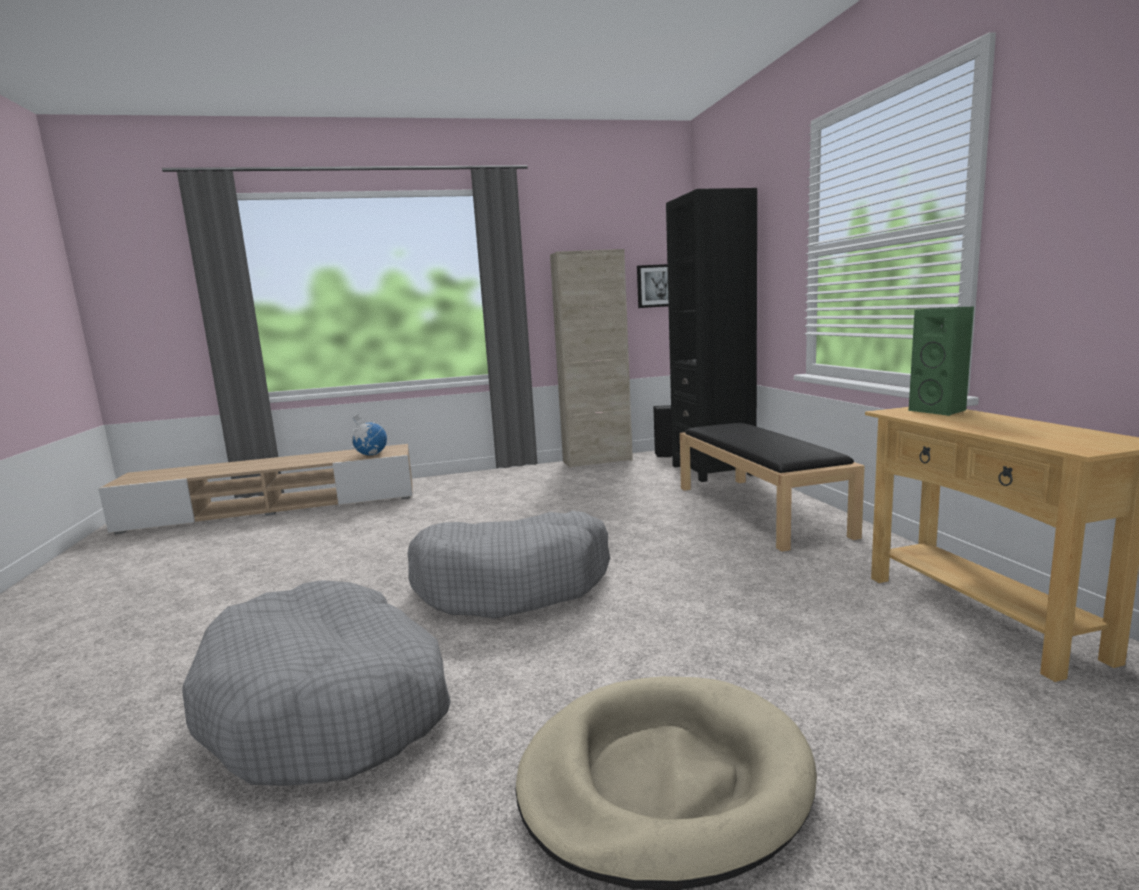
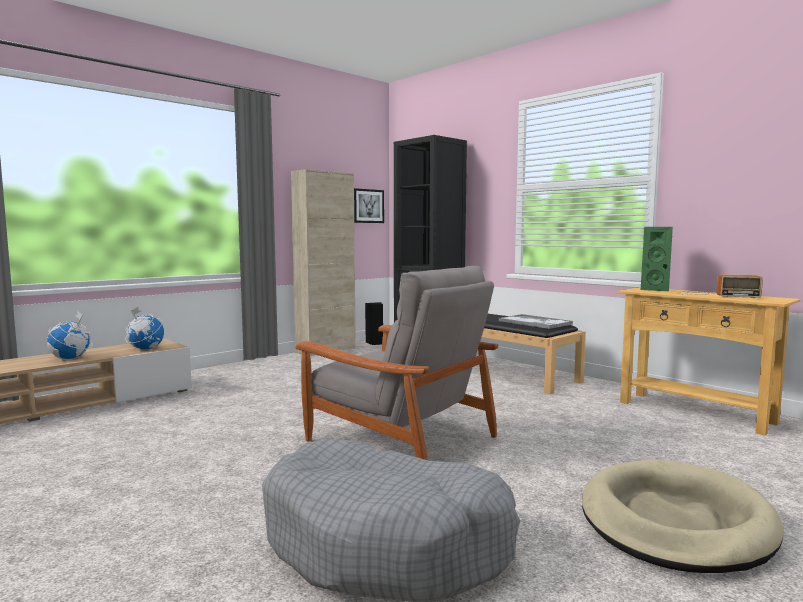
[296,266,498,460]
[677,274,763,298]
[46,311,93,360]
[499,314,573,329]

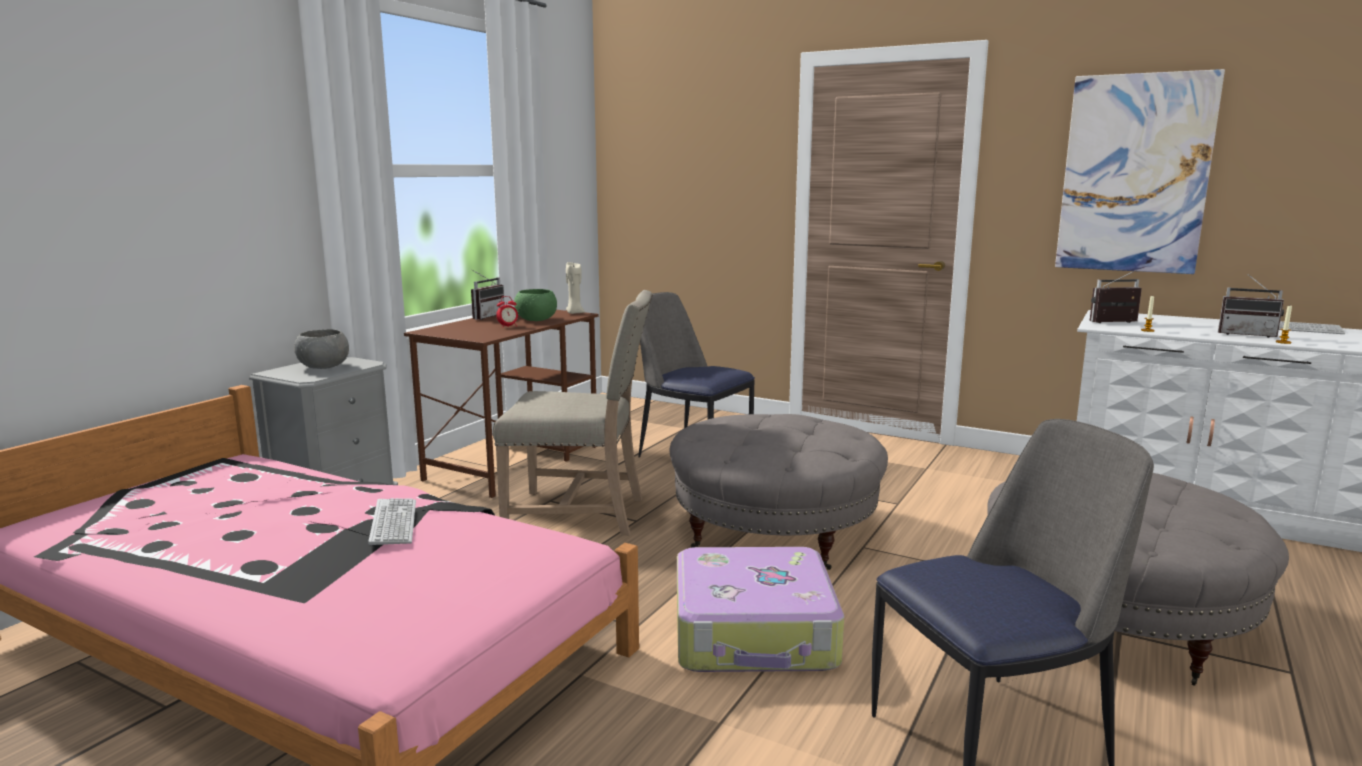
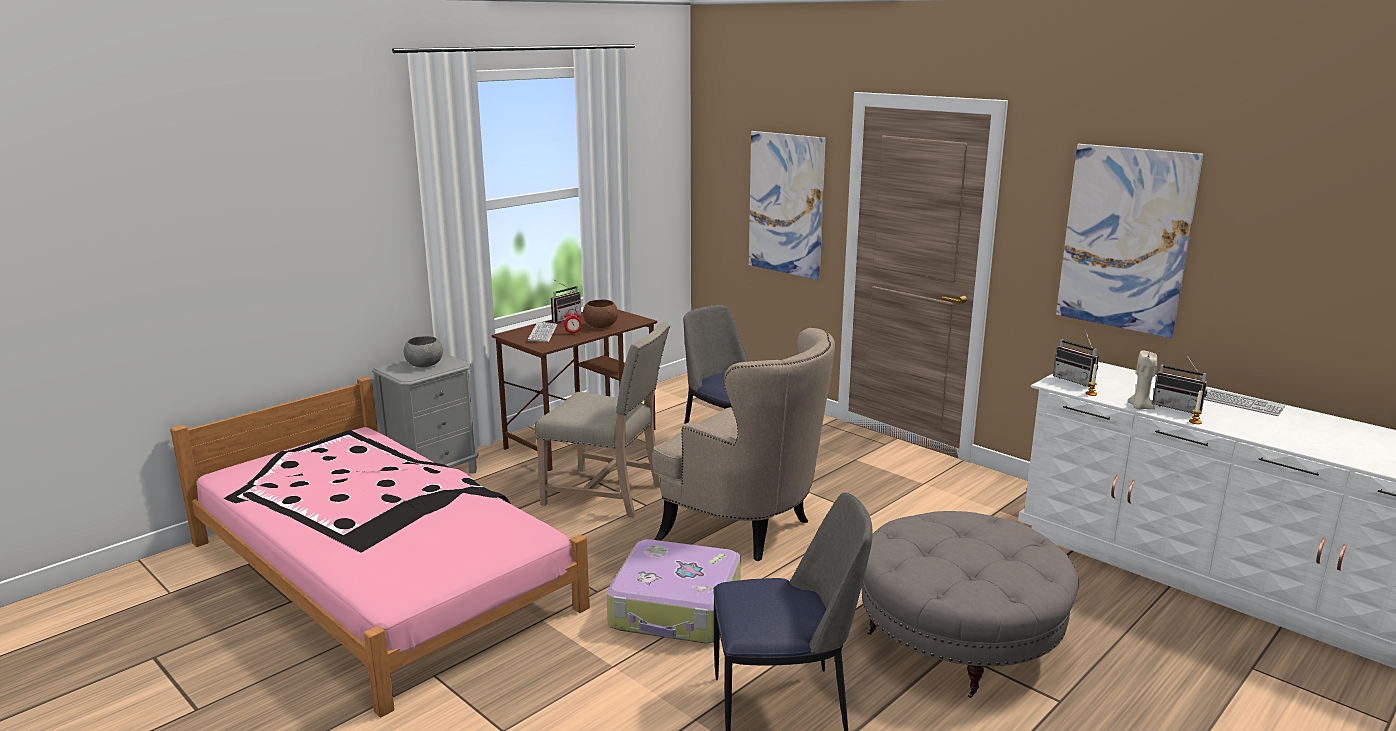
[1127,350,1157,410]
[1053,330,1099,387]
[583,299,618,328]
[653,328,835,561]
[528,322,557,342]
[749,131,826,280]

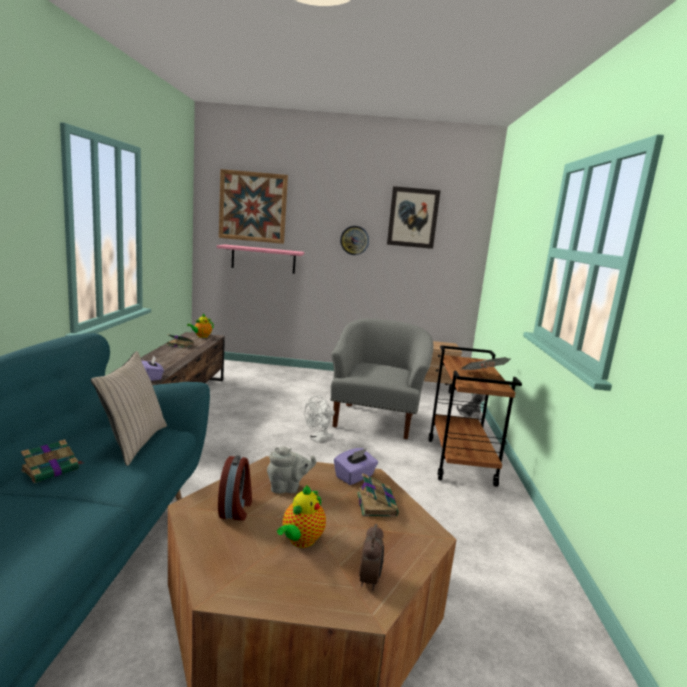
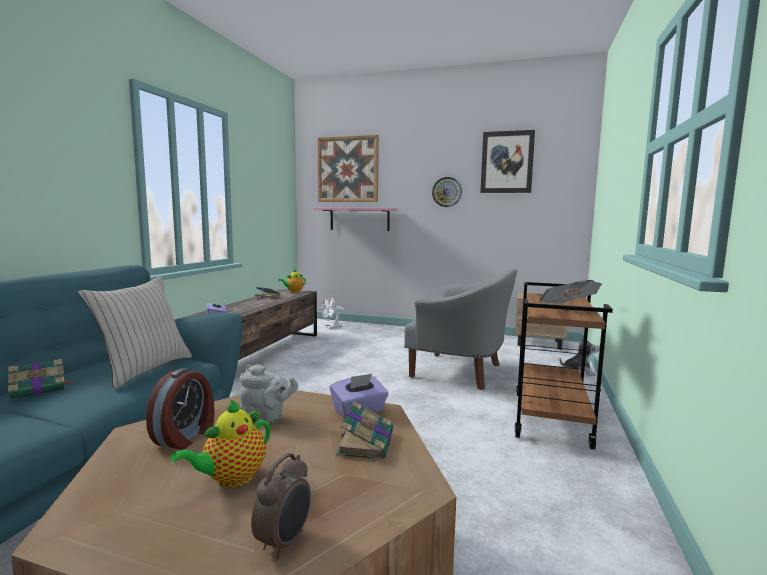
[404,269,517,390]
[321,296,344,329]

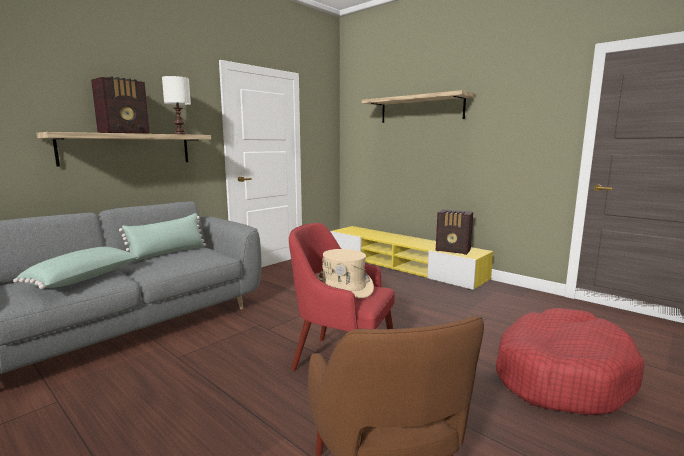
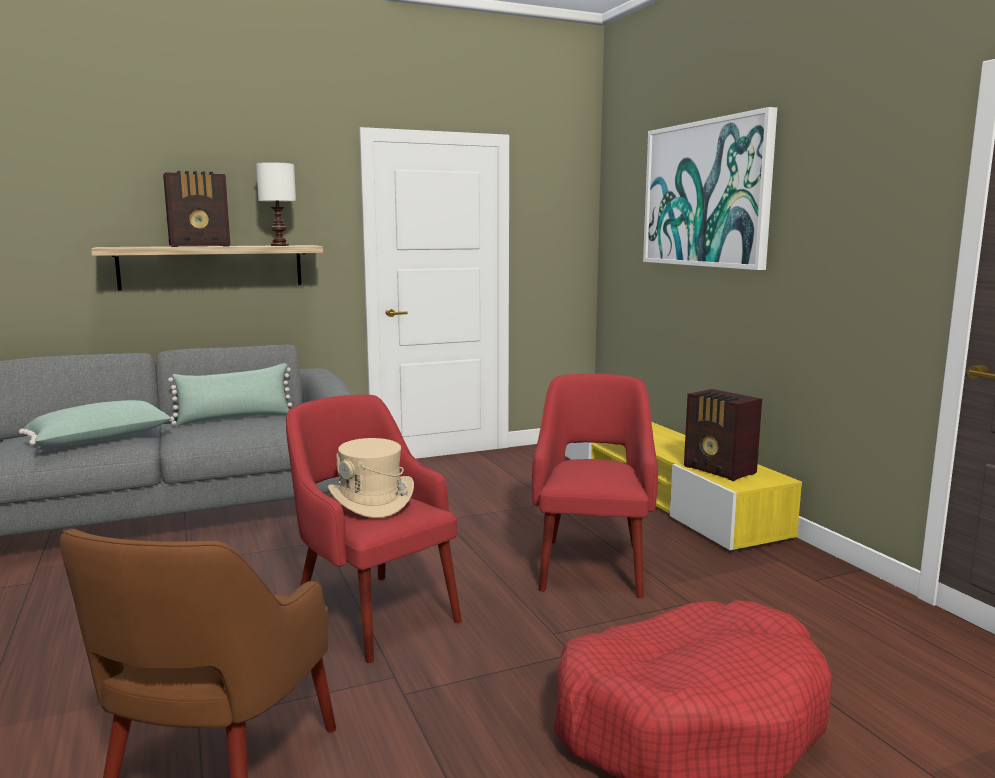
[643,107,777,270]
[532,374,658,598]

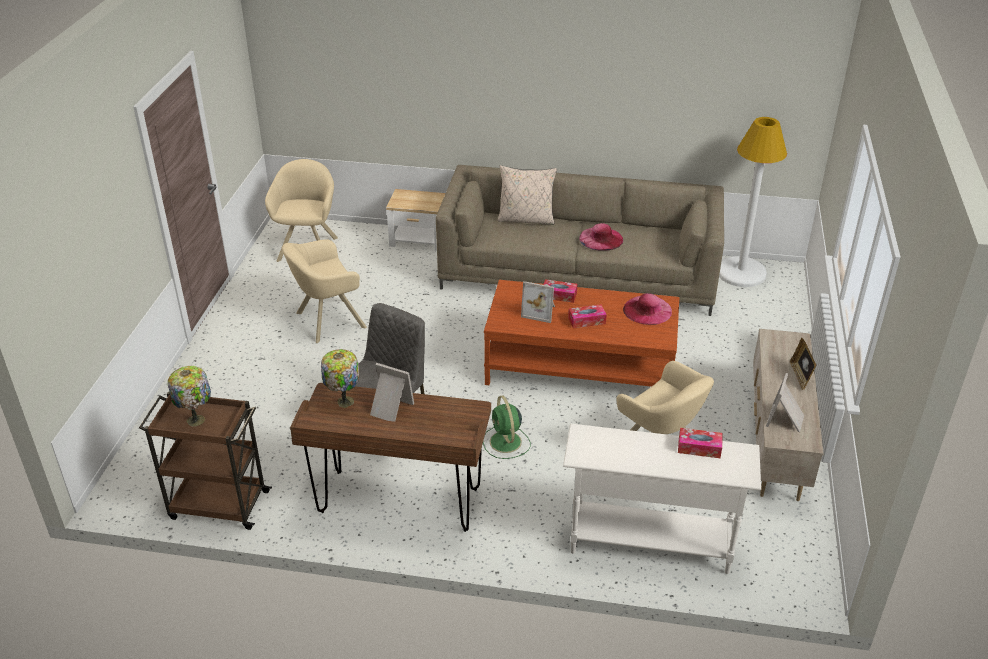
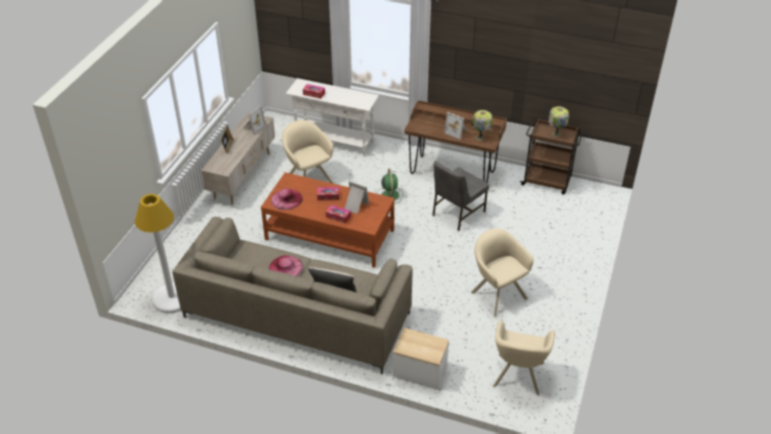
[471,229,533,317]

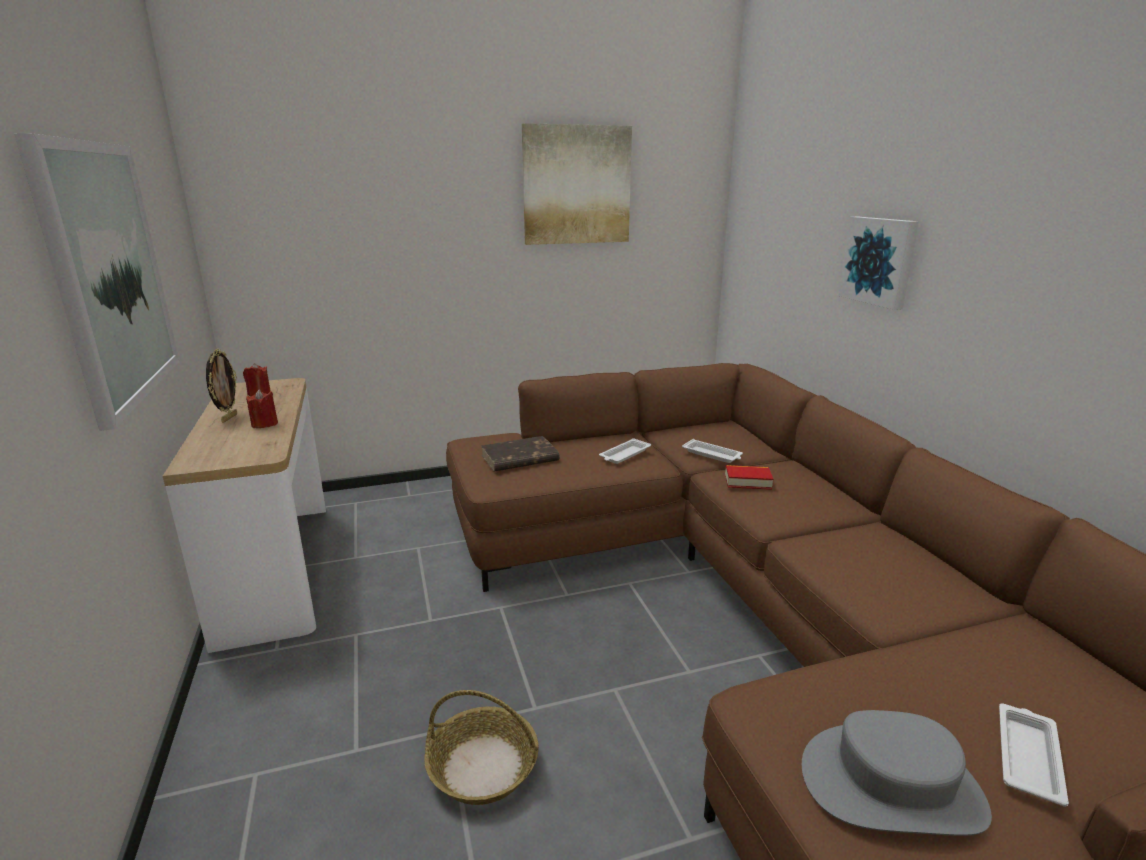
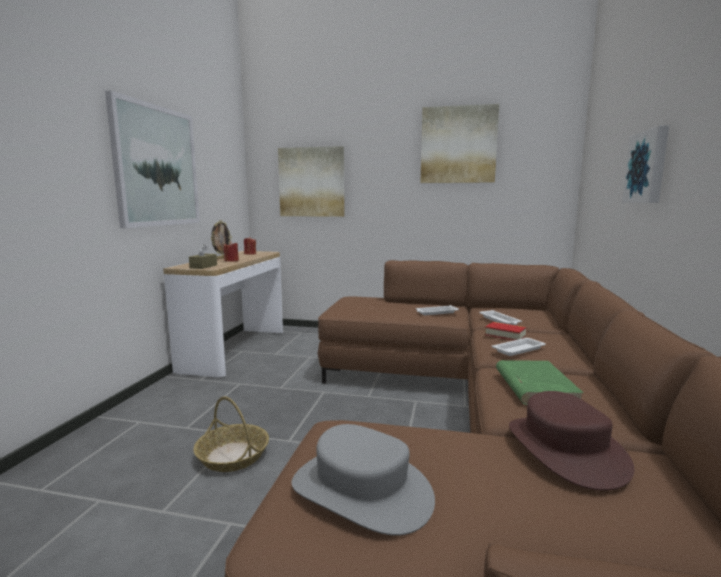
[481,436,560,472] (first image)
[492,338,546,356]
[278,146,345,217]
[189,244,217,269]
[496,360,583,405]
[509,391,634,491]

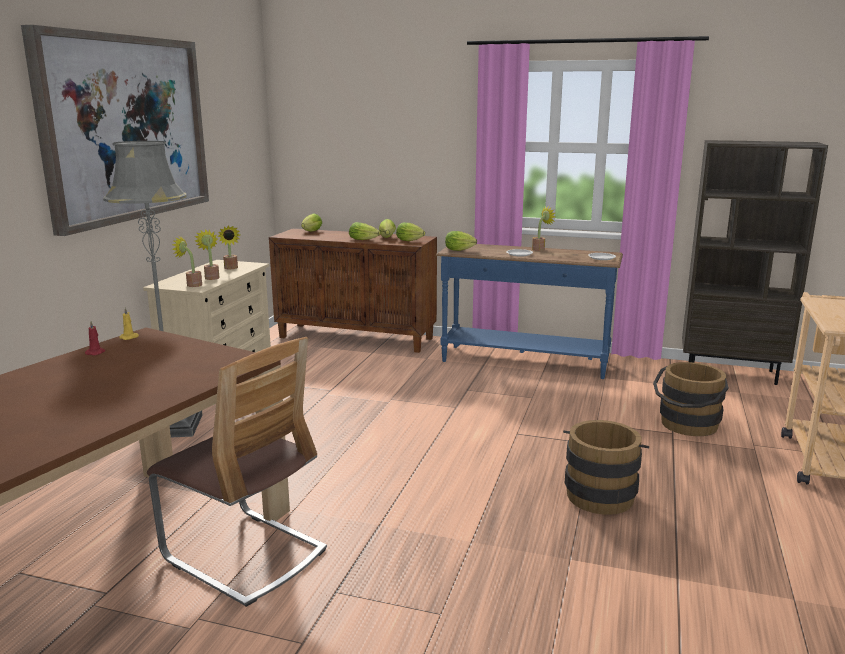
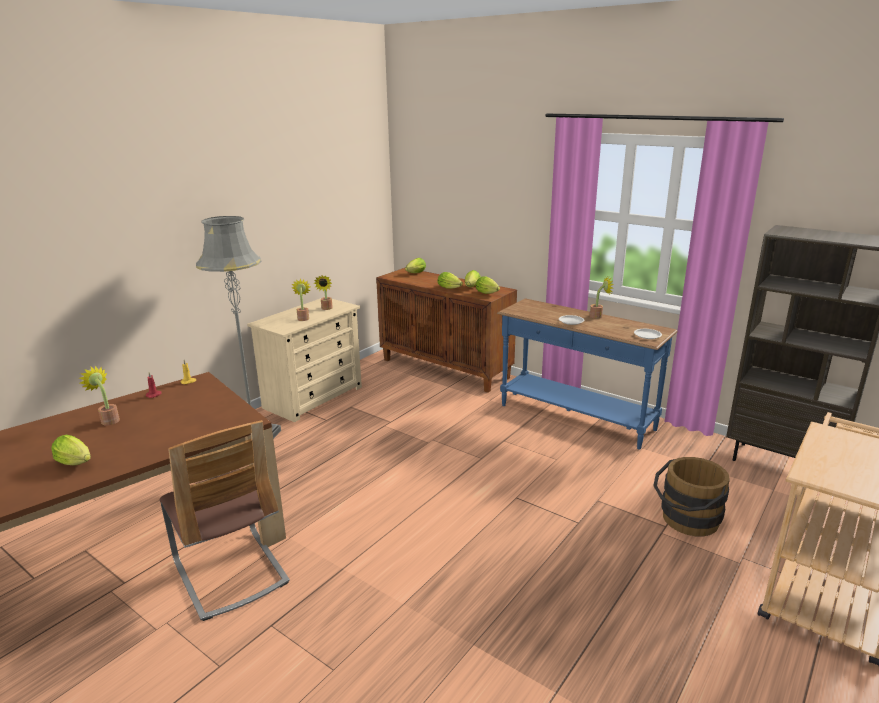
[21,25,209,236] (first image)
[51,435,91,466]
[79,366,120,426]
[563,420,649,515] (first image)

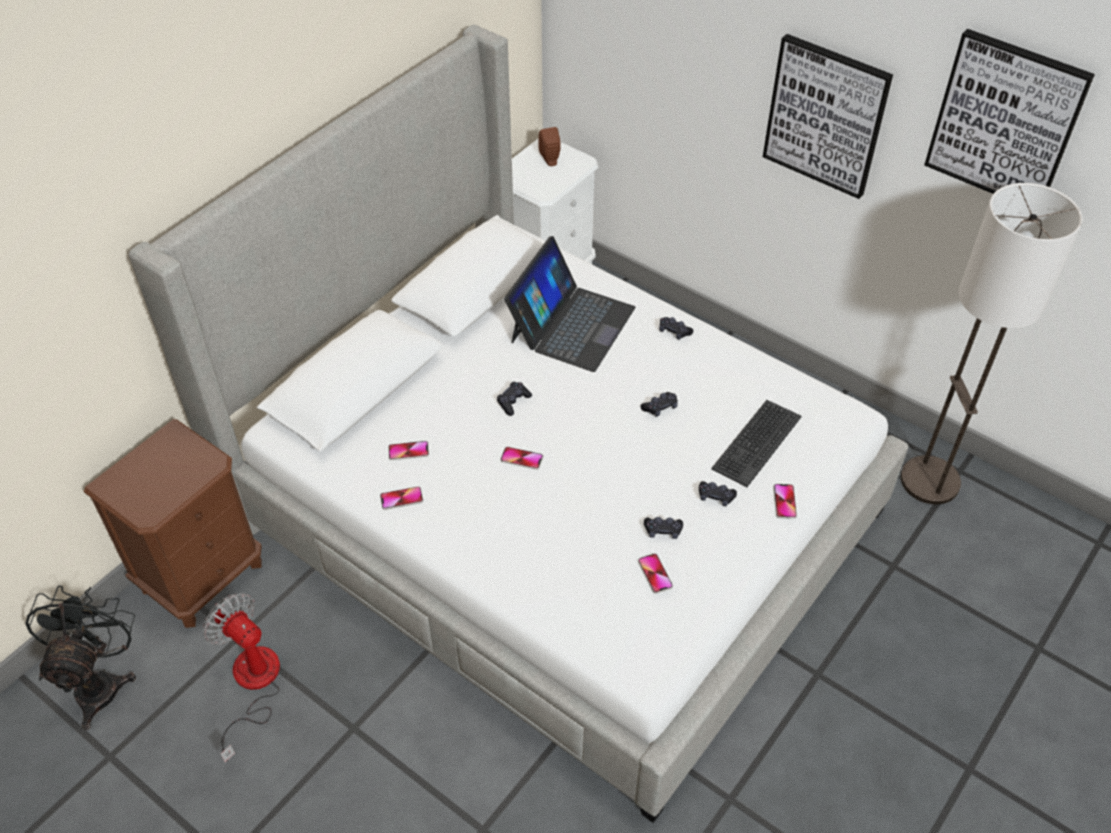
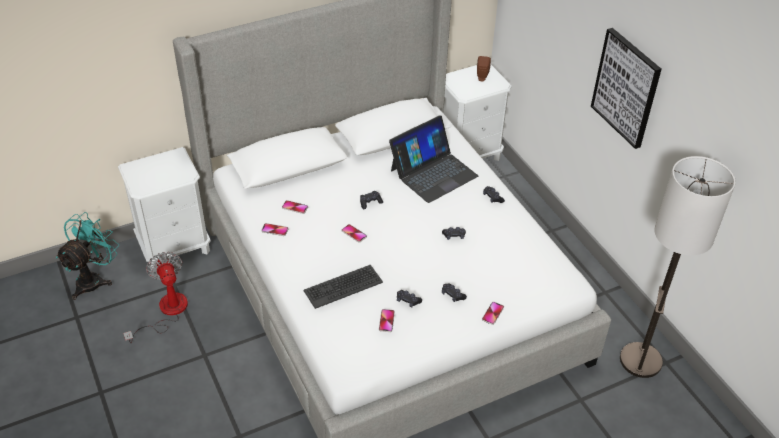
[924,29,1095,194] (first image)
[303,265,383,309]
[118,147,211,270]
[56,212,119,300]

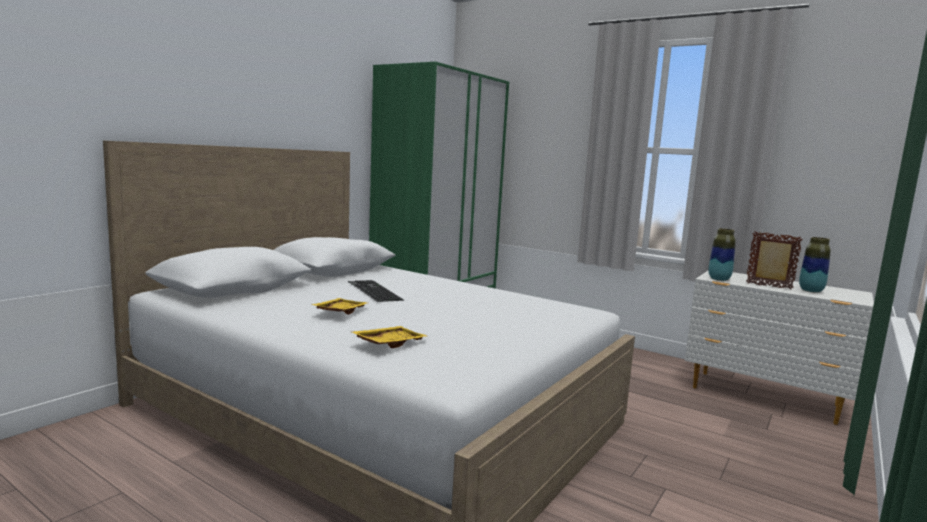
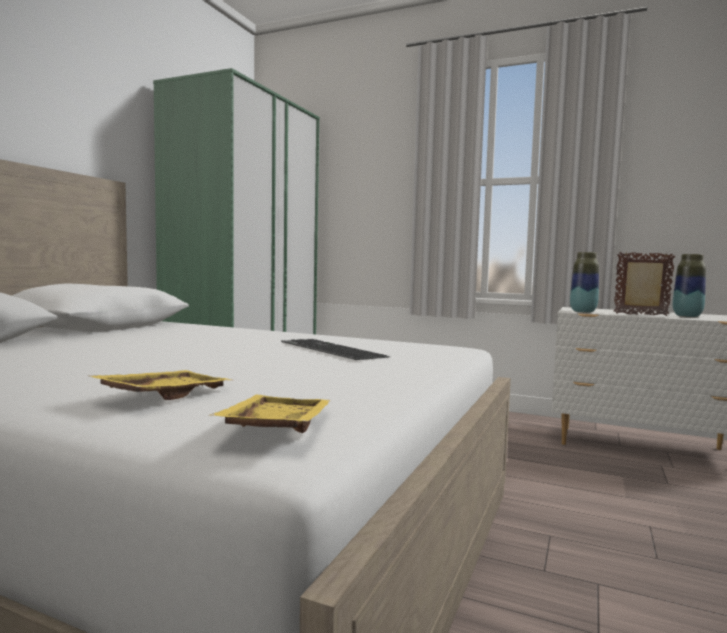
[281,339,390,360]
[209,395,331,433]

